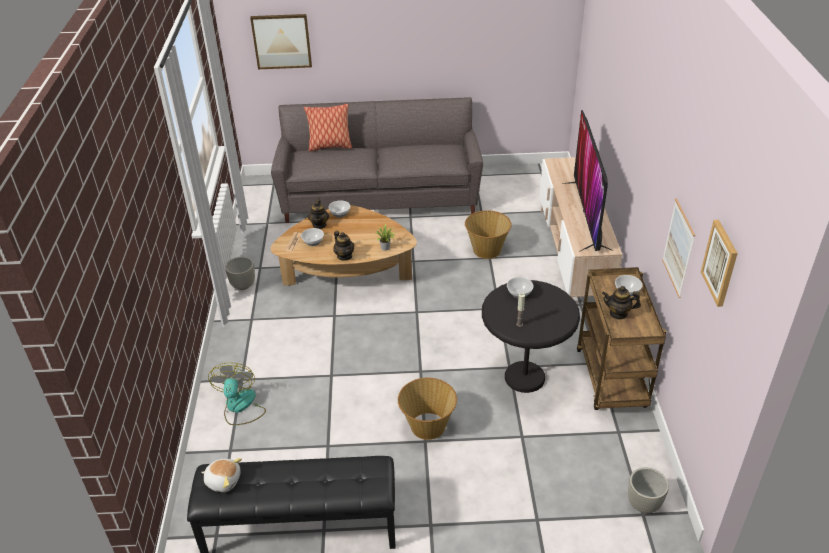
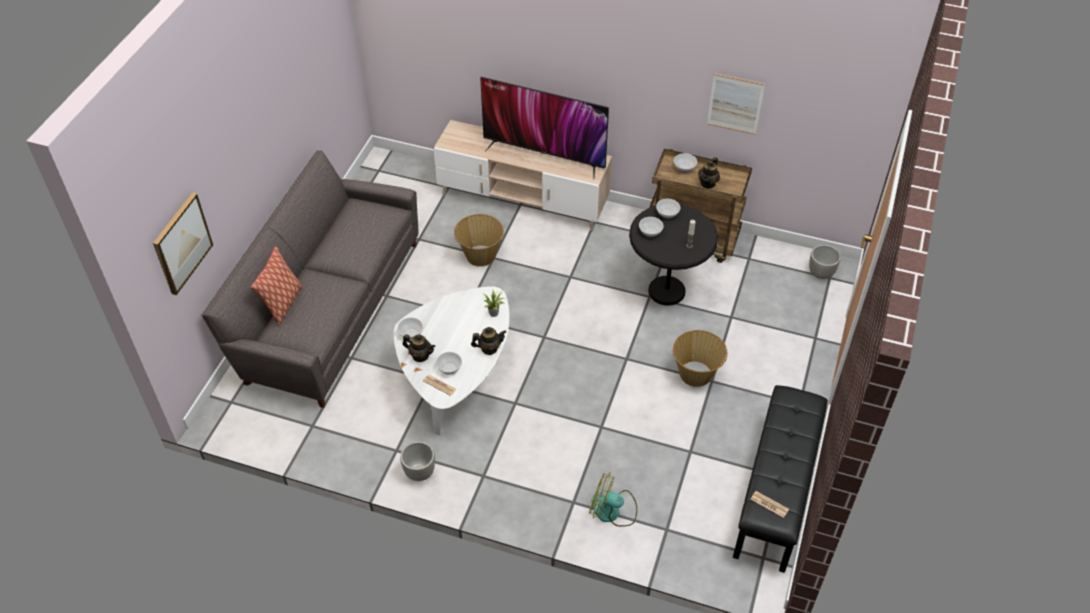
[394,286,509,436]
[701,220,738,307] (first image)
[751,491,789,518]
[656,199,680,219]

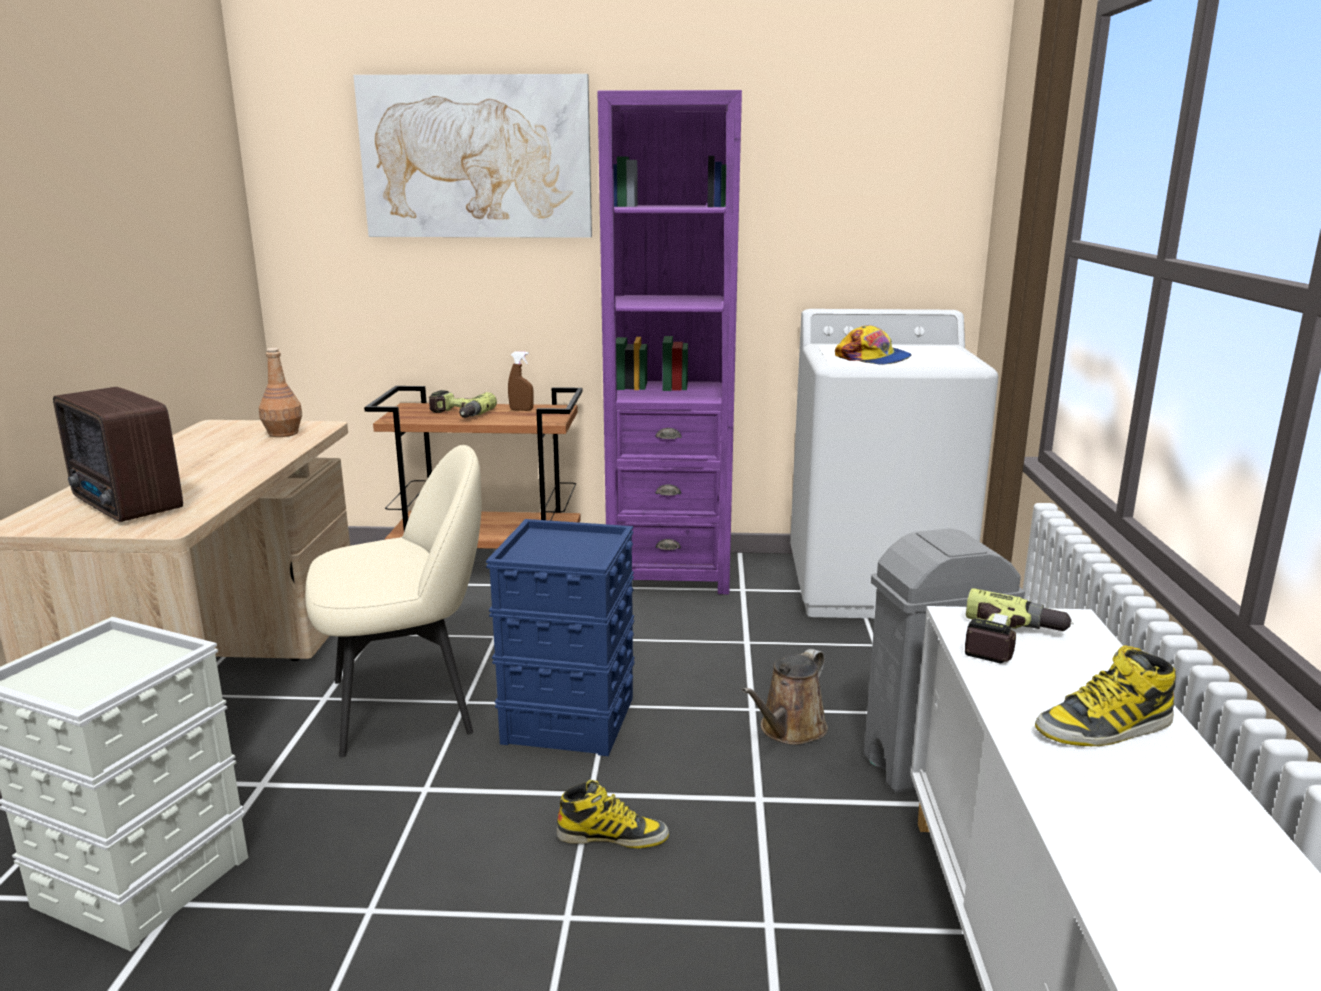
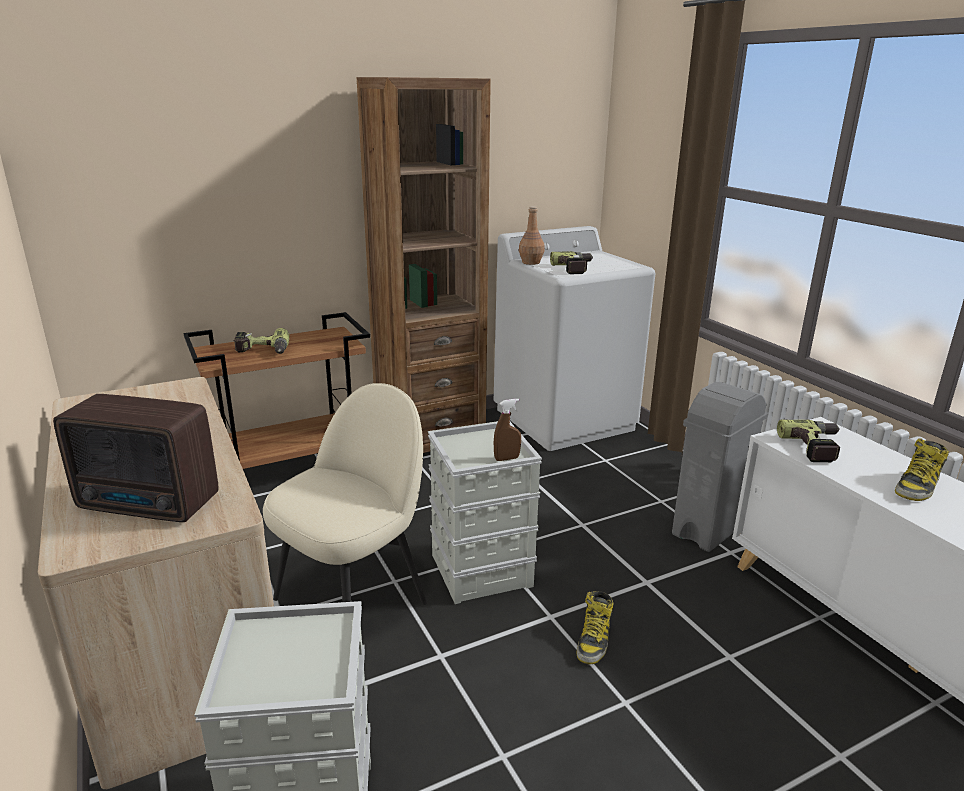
[353,74,592,238] (first image)
[357,77,491,453]
[550,251,593,274]
[519,206,544,265]
[494,399,521,461]
[428,421,542,604]
[742,649,828,745] (first image)
[577,591,614,664]

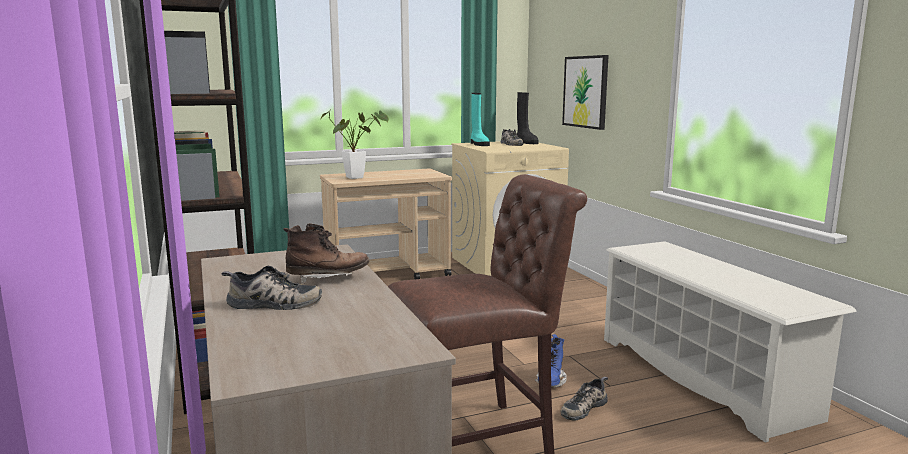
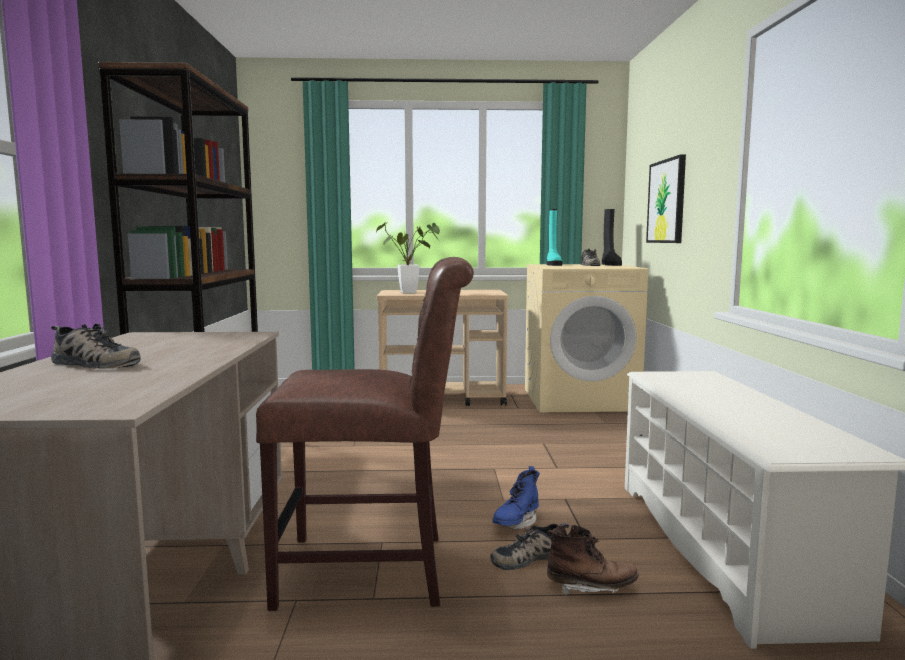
[547,525,639,595]

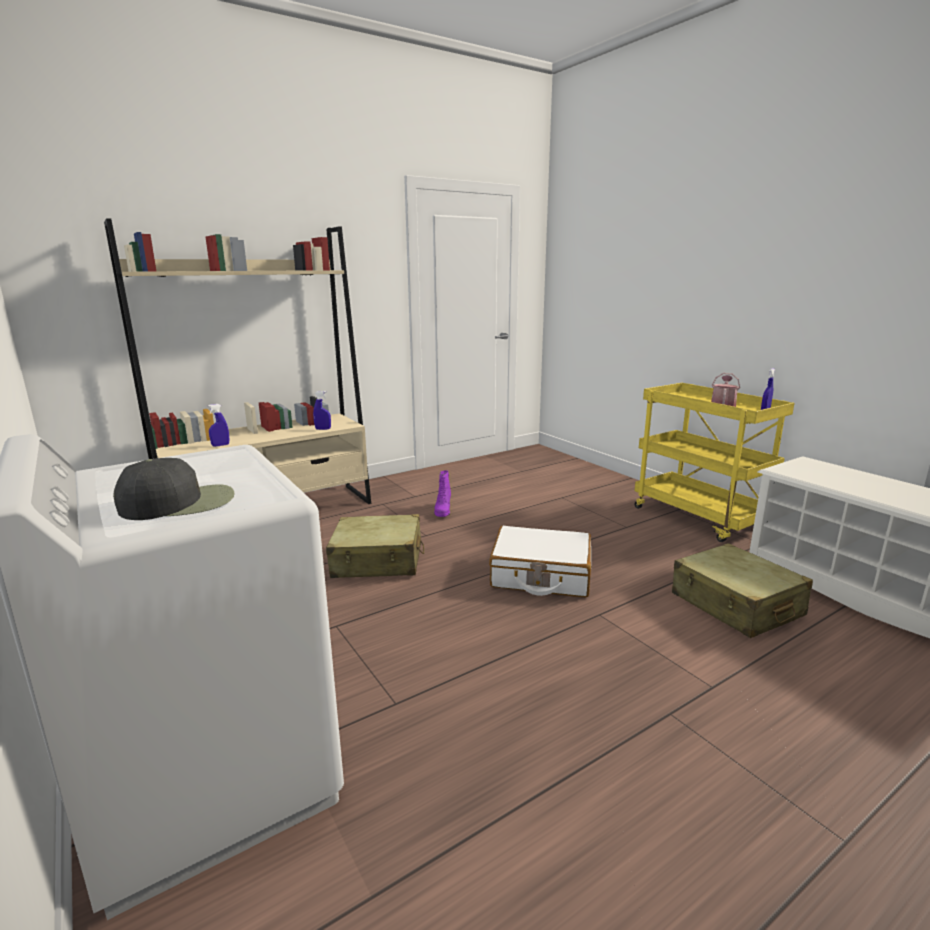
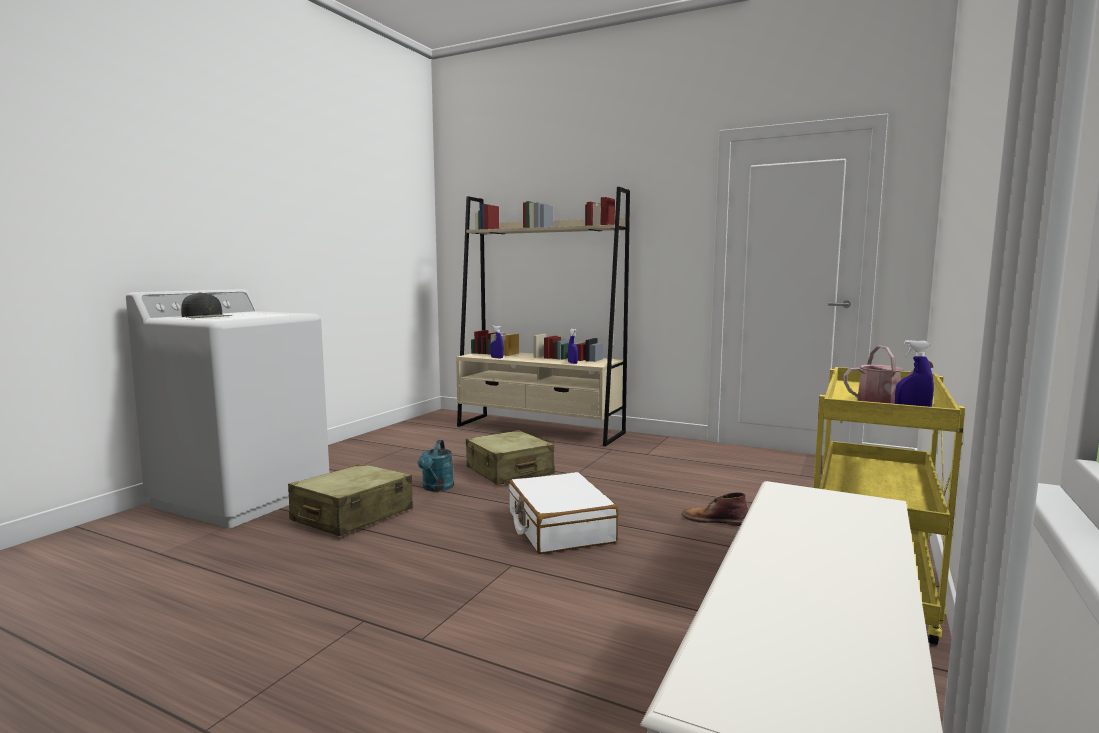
[434,470,451,517] (first image)
[288,464,413,536]
[418,440,454,492]
[682,492,748,526]

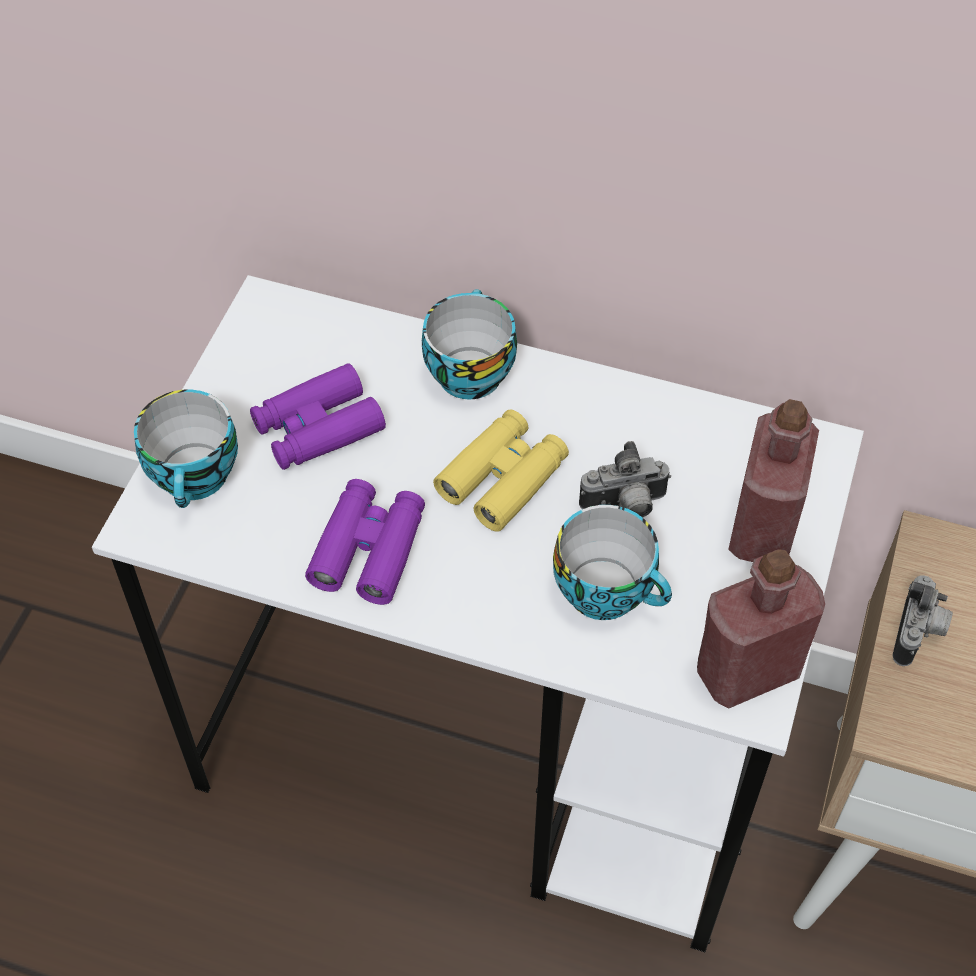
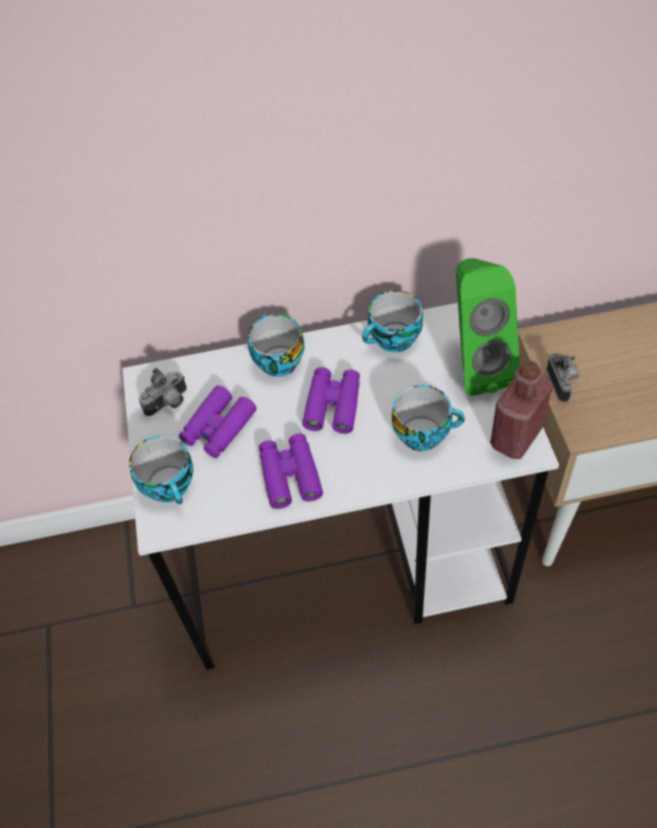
[456,258,520,396]
[302,367,360,434]
[139,368,187,416]
[362,290,423,352]

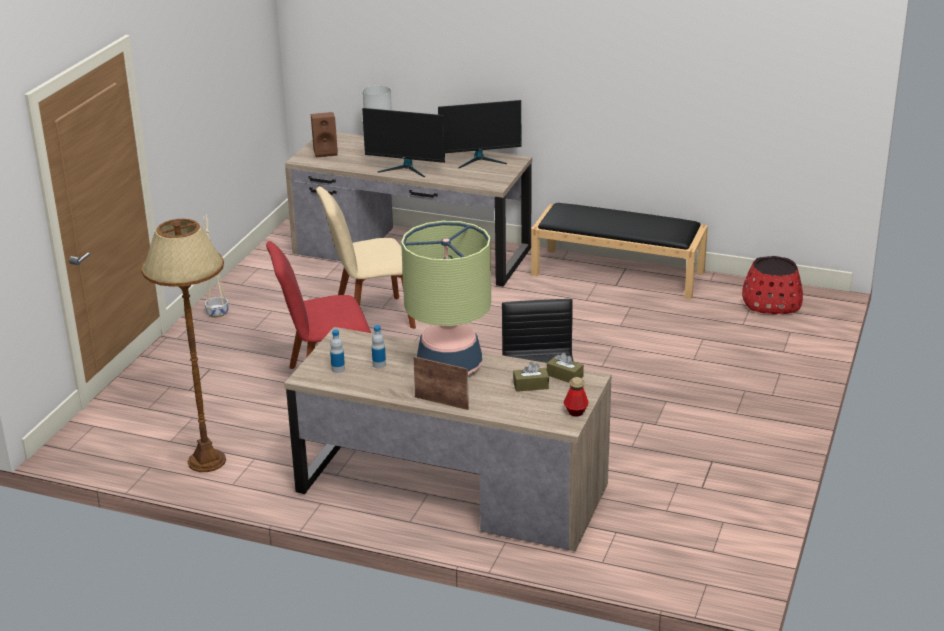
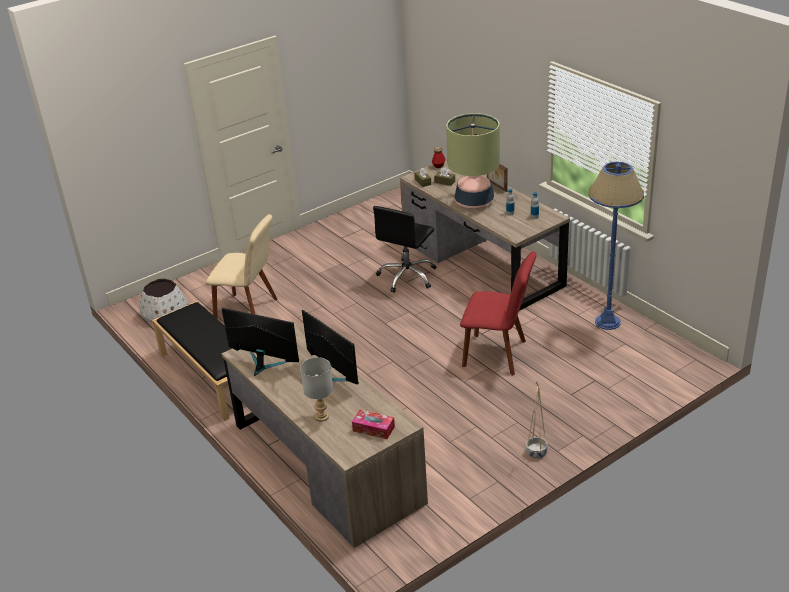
[352,410,395,439]
[205,214,278,319]
[589,162,644,330]
[139,278,189,323]

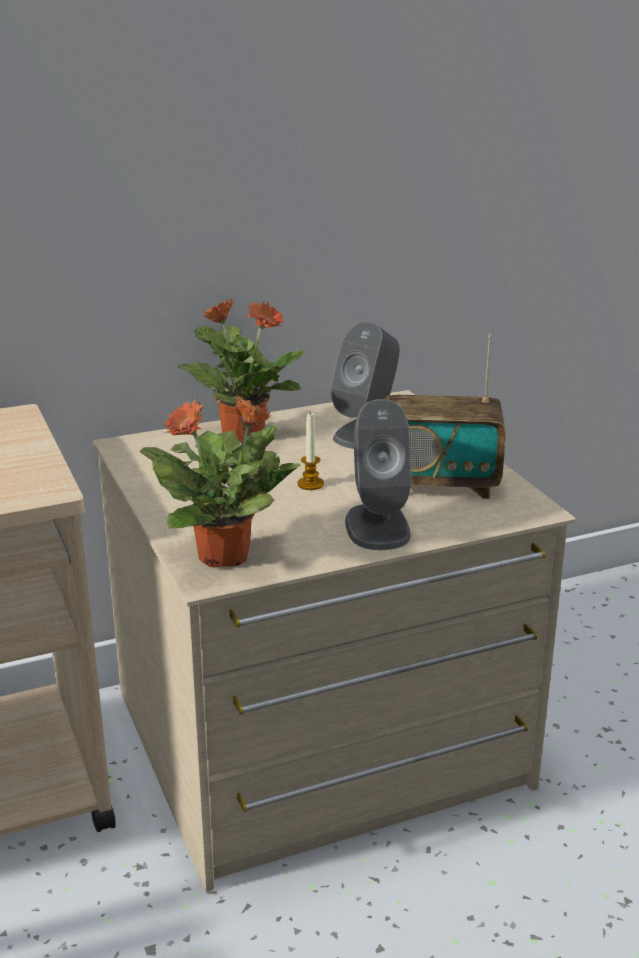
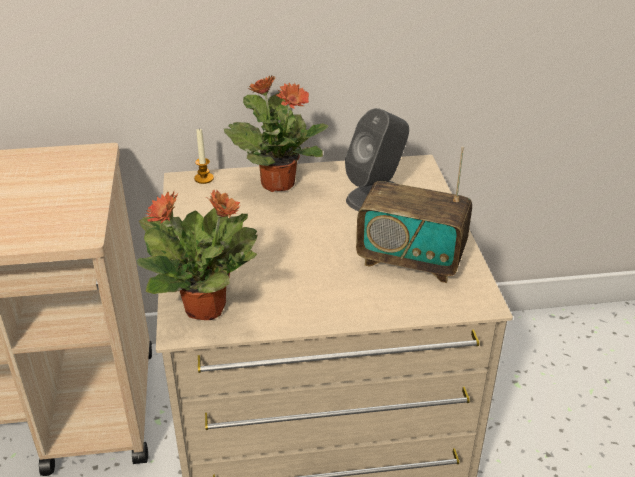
[345,399,411,550] (first image)
[194,129,214,184]

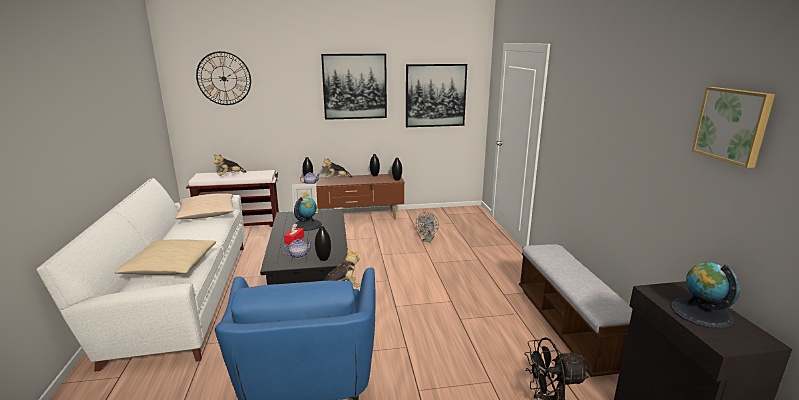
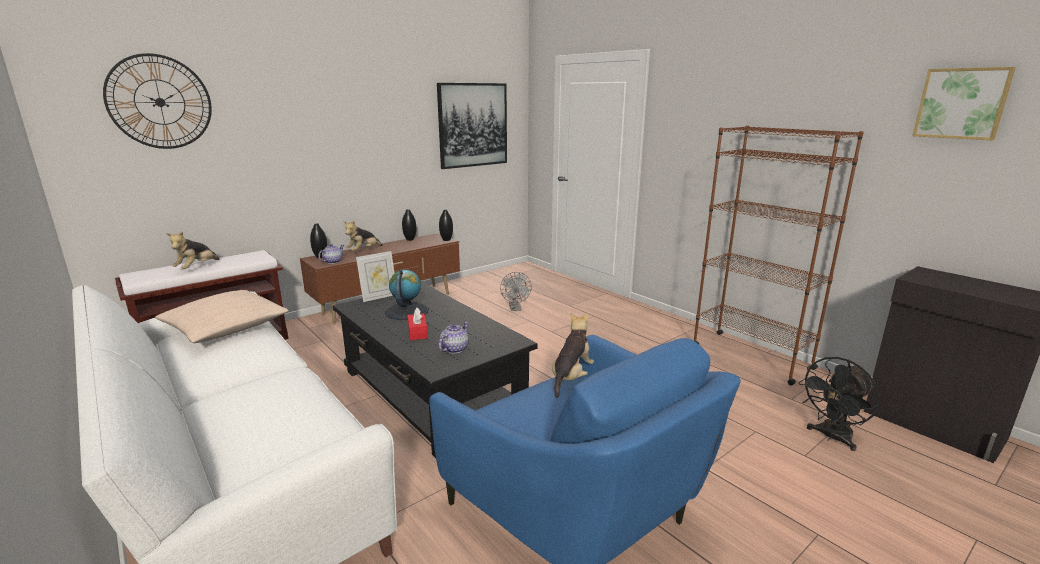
[321,54,387,120] (first image)
[315,226,331,261] (first image)
[115,239,216,275] (first image)
[694,126,864,386]
[671,262,741,329] (first image)

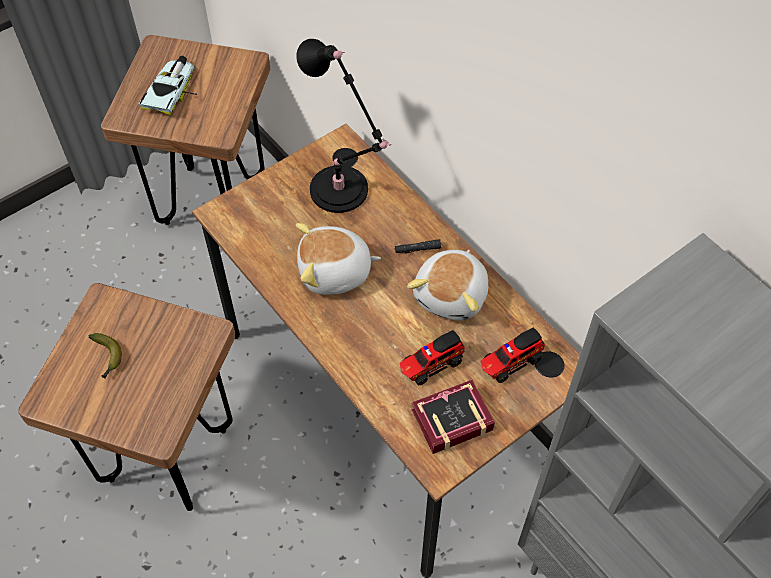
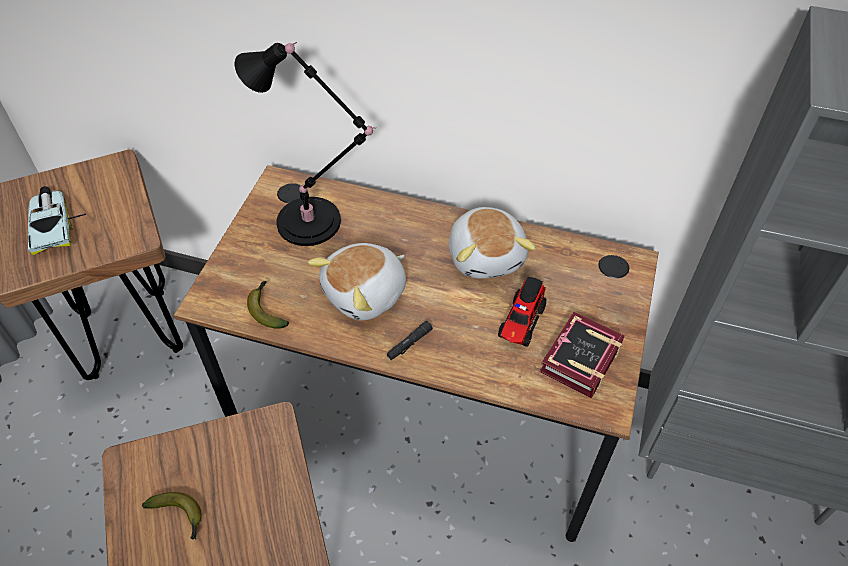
[387,321,433,360]
[481,328,545,383] (first image)
[247,281,289,329]

